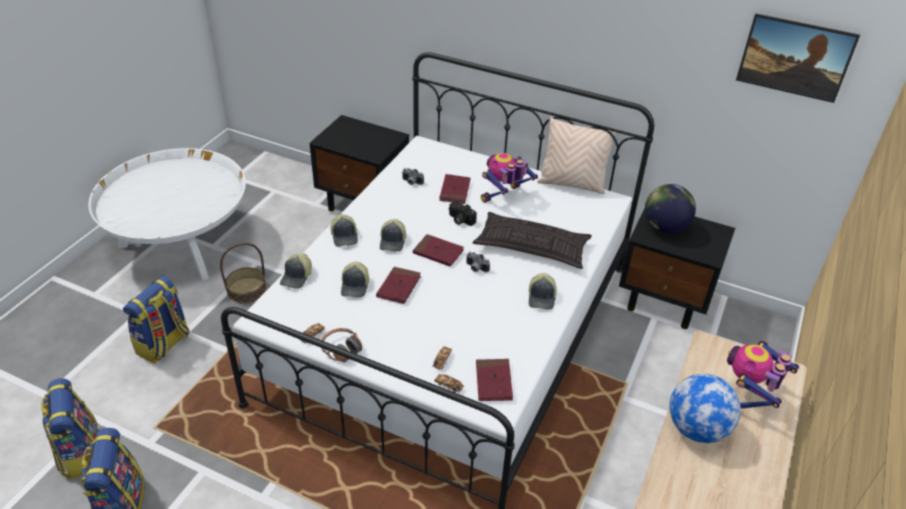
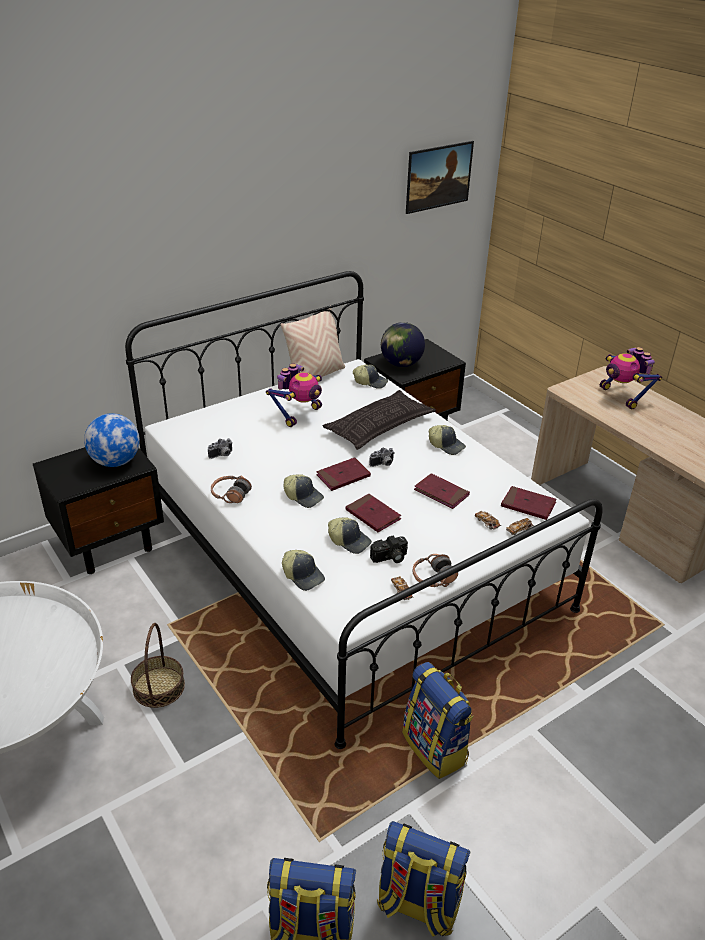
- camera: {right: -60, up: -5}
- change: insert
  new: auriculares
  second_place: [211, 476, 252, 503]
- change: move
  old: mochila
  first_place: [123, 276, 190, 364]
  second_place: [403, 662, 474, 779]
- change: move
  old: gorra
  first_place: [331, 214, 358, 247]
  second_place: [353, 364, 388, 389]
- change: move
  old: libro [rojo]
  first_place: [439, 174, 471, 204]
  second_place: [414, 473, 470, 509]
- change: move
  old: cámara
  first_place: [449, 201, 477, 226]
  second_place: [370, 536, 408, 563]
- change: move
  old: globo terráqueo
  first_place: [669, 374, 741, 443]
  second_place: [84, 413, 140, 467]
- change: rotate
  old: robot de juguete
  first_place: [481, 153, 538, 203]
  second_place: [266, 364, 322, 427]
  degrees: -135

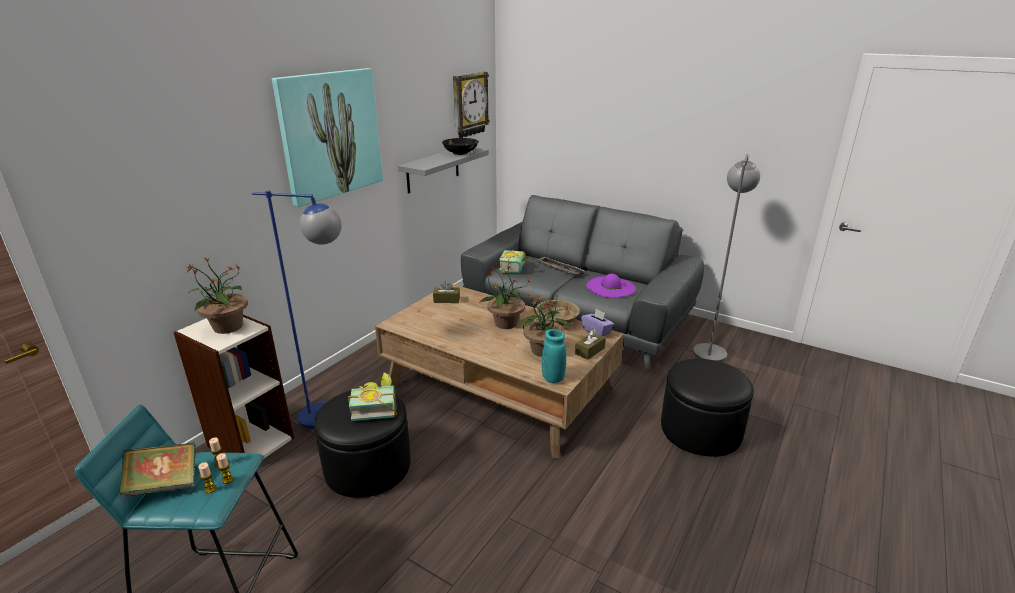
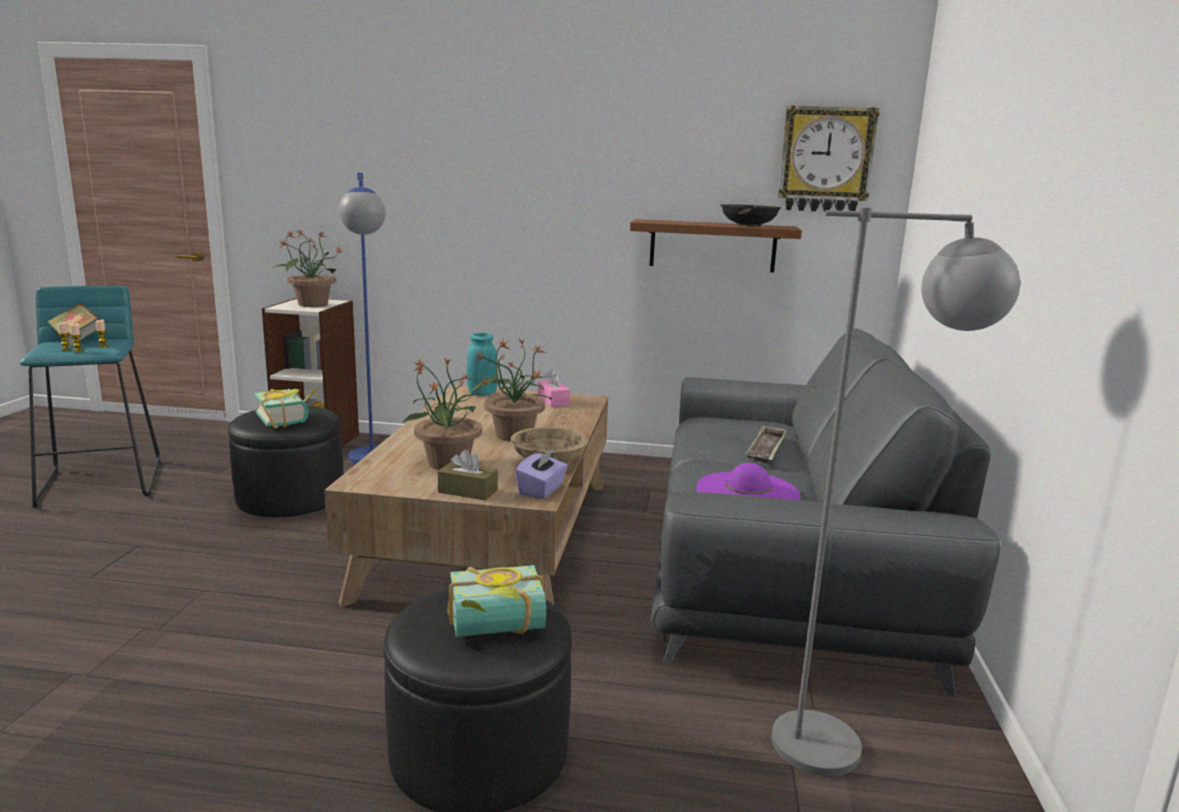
- camera: {right: 65, up: -10}
- change: delete
  old: cuadro
  first_place: [272, 68, 383, 207]
- change: move
  old: libro
  first_place: [499, 250, 530, 273]
  second_place: [447, 565, 546, 637]
- change: move
  old: florero [turquesa]
  first_place: [542, 329, 566, 383]
  second_place: [466, 333, 498, 396]
- change: recolor
  old: estante [gris]
  new: estante [marrón]
  first_place: [398, 148, 489, 194]
  second_place: [630, 219, 802, 272]
- change: recolor
  old: caja de pañuelos [marrón]
  new: caja de pañuelos [rosa]
  first_place: [433, 281, 460, 303]
  second_place: [538, 370, 570, 407]

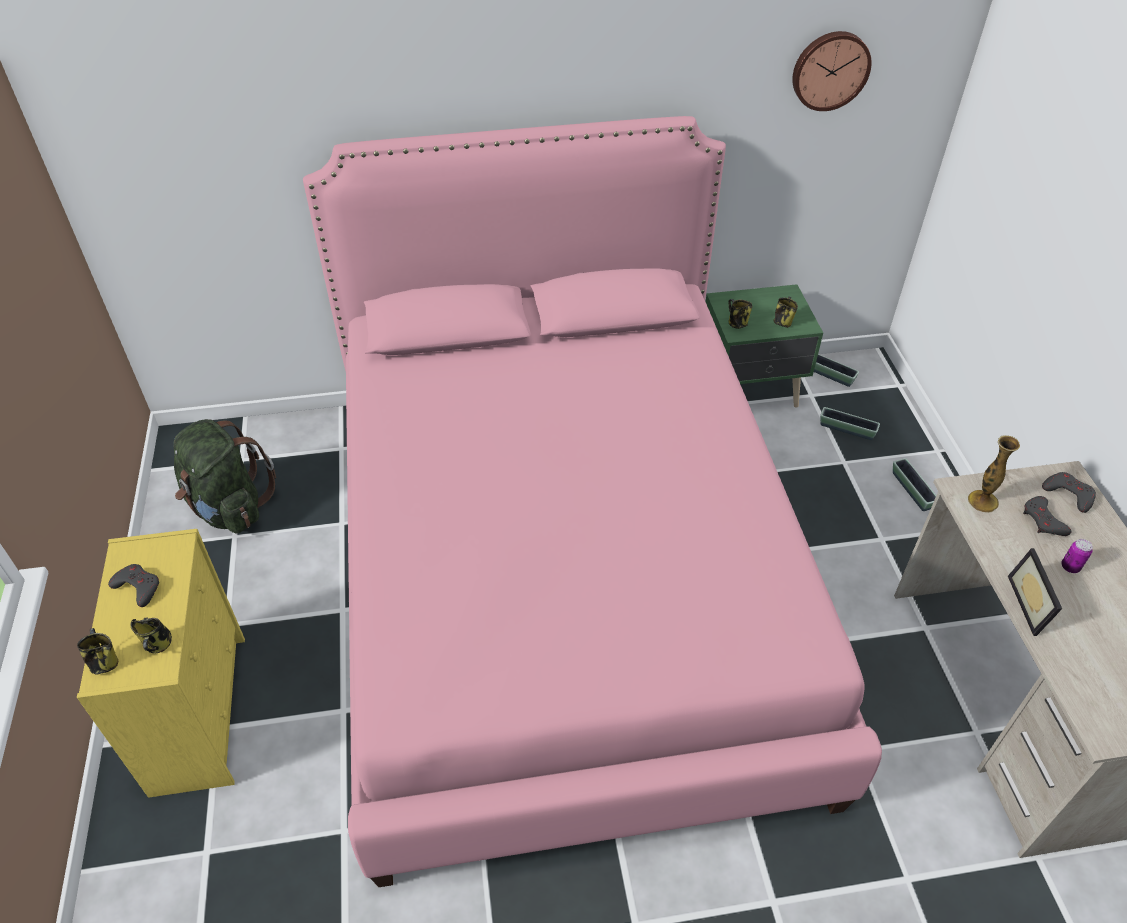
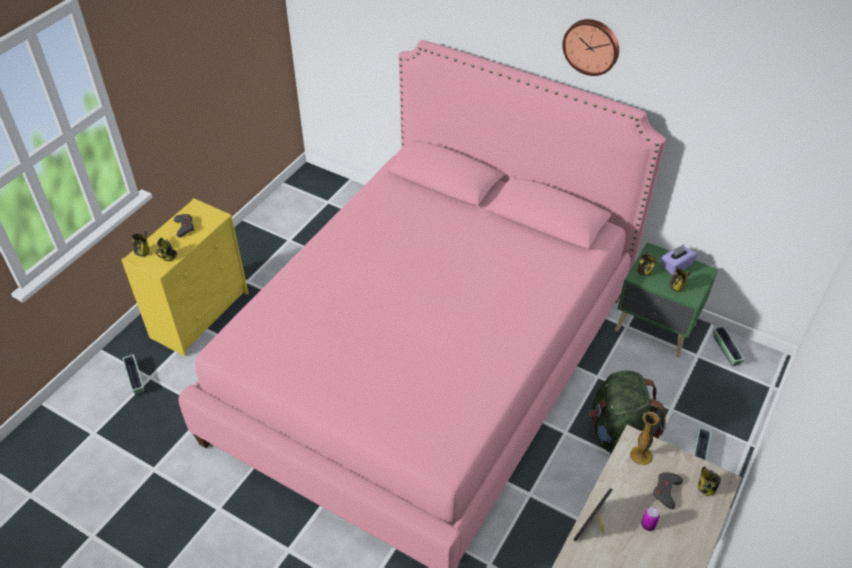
- camera: {right: 40, up: 0}
- change: insert
  new: caja de pañuelos [morado]
  second_place: [661, 244, 698, 275]
- change: move
  old: mochila [verde]
  first_place: [174, 419, 276, 534]
  second_place: [589, 371, 666, 455]
- change: move
  old: reloj de pared
  first_place: [792, 31, 872, 111]
  second_place: [562, 19, 619, 76]
- change: move
  old: maceta
  first_place: [820, 407, 880, 440]
  second_place: [123, 354, 144, 395]
- change: replace
  old: mando de consola [gris]
  new: taza grande
  first_place: [1042, 472, 1096, 513]
  second_place: [698, 466, 721, 496]

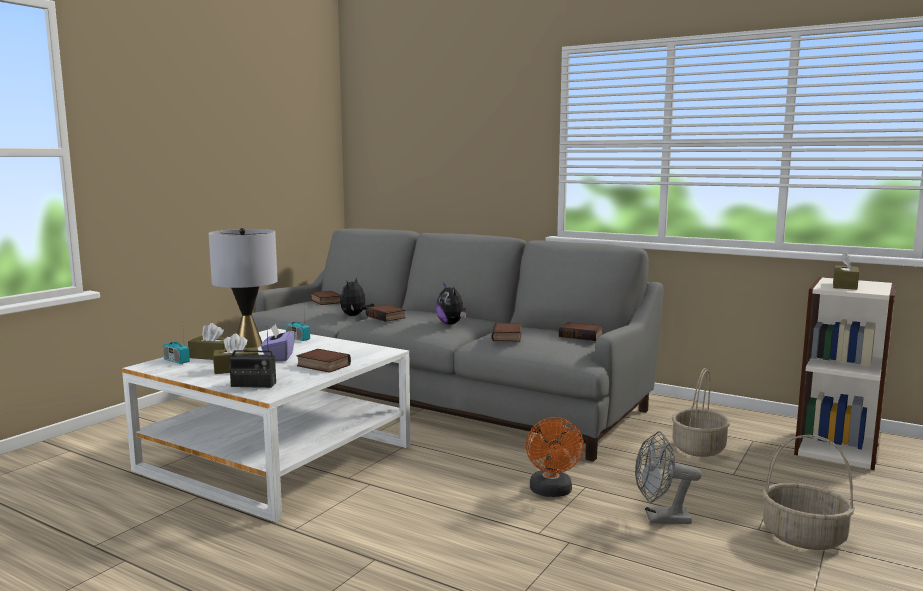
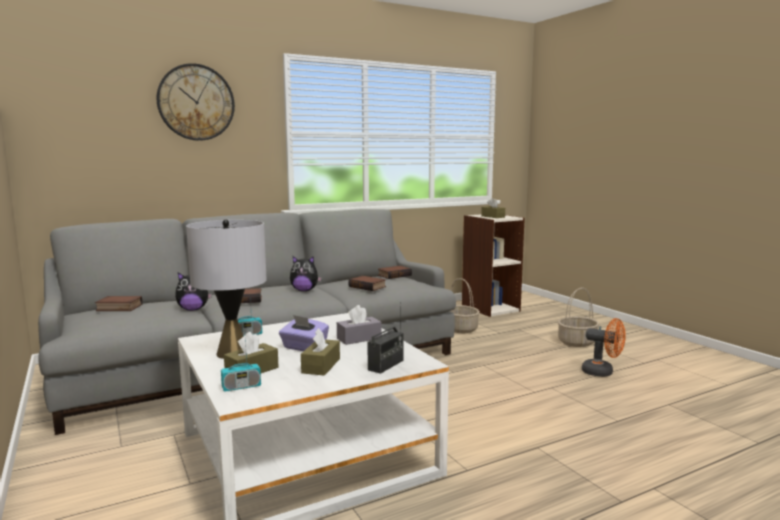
- camera: {right: -60, up: 0}
- change: delete
  old: ventilador [gris]
  first_place: [635, 431, 702, 524]
- change: insert
  new: reloj de pared
  second_place: [156, 63, 235, 141]
- change: move
  old: ventilador [naranja]
  first_place: [526, 417, 584, 497]
  second_place: [582, 318, 626, 377]
- change: replace
  old: libro
  new: caja de pañuelos [gris]
  first_place: [297, 349, 351, 373]
  second_place: [337, 305, 382, 345]
- change: rotate
  old: peluche
  first_place: [340, 278, 374, 316]
  second_place: [175, 273, 212, 311]
  degrees: -60

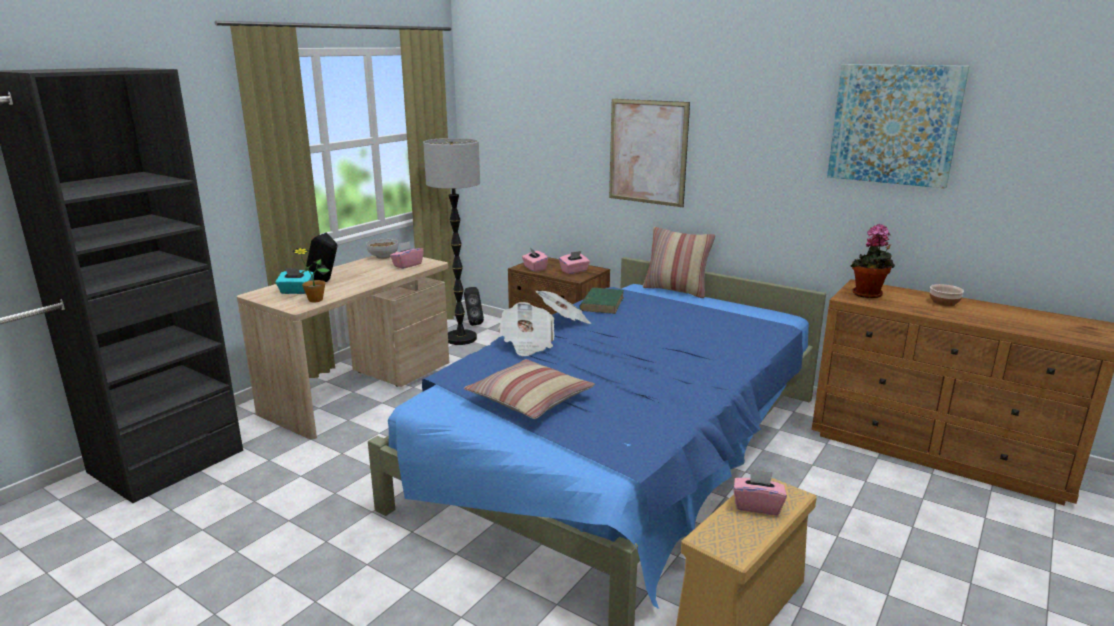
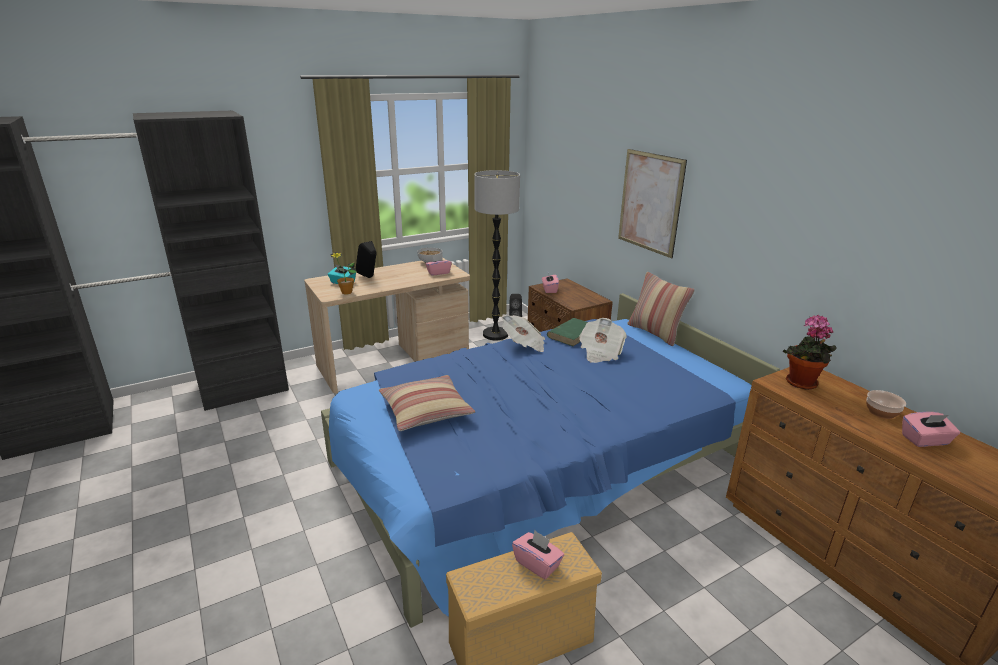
- camera: {right: 25, up: 5}
- change: delete
  old: cuadro
  first_place: [827, 64, 970, 189]
- change: move
  old: periódico
  first_place: [498, 302, 554, 356]
  second_place: [579, 318, 627, 363]
- change: move
  old: caja de pañuelos [rosa]
  first_place: [559, 251, 590, 274]
  second_place: [902, 412, 960, 447]

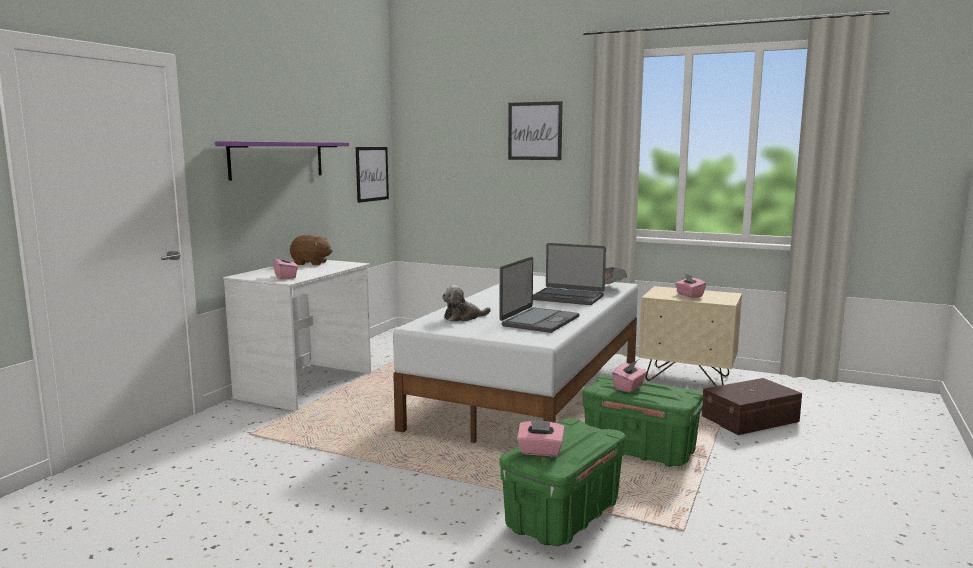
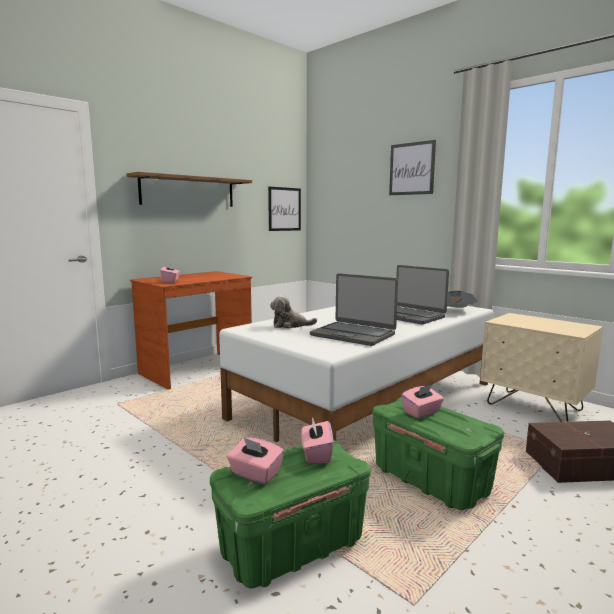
- camera: {right: 20, up: 0}
- change: delete
  old: peluche [marrón]
  first_place: [290, 235, 332, 265]
- change: move
  old: caja de pañuelos [rosa]
  first_place: [675, 274, 706, 298]
  second_place: [301, 416, 333, 463]
- change: recolor
  old: estante [morado]
  new: estante [marrón]
  first_place: [215, 141, 349, 181]
  second_place: [126, 172, 252, 207]
- change: recolor
  old: escritorio [blanco]
  new: escritorio [marrón]
  first_place: [223, 260, 371, 411]
  second_place: [130, 271, 252, 389]
- change: rotate
  old: portátil
  first_place: [500, 257, 580, 333]
  second_place: [310, 273, 398, 346]
  degrees: 75

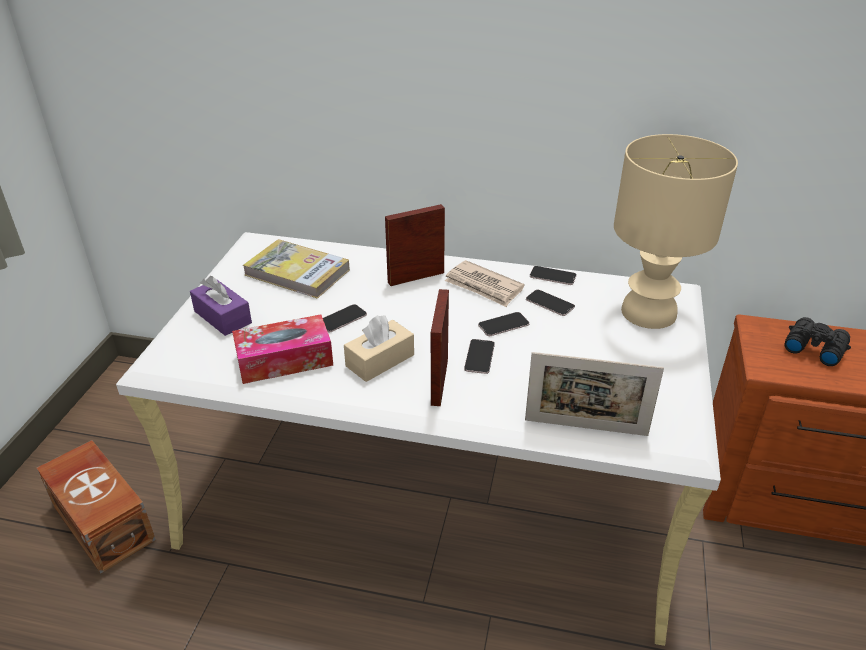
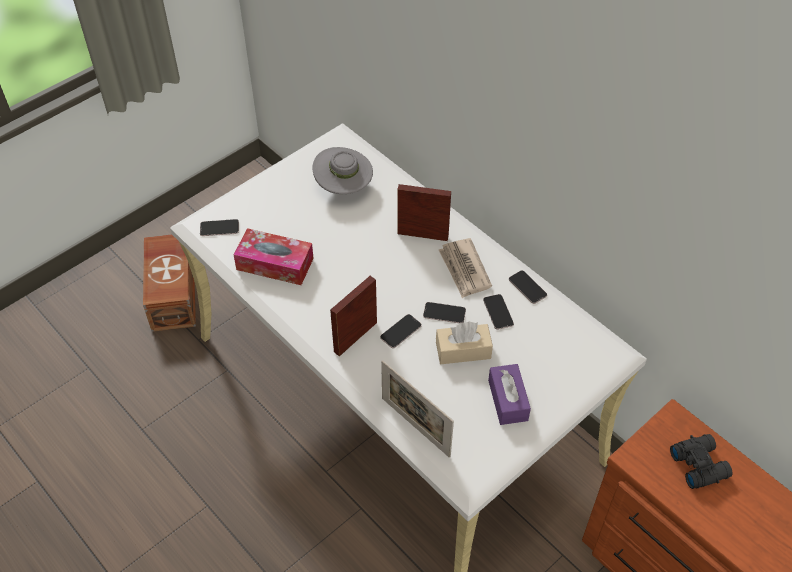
- camera: {right: 35, up: 15}
- change: delete
  old: lámpara de mesa [beis]
  first_place: [614, 134, 738, 329]
- change: move
  old: caja de pañuelos [morado]
  first_place: [190, 276, 252, 336]
  second_place: [488, 364, 531, 425]
- change: move
  old: móvil
  first_place: [323, 304, 367, 333]
  second_place: [200, 219, 239, 236]
- change: move
  old: caja de pañuelos [beis]
  first_place: [344, 315, 414, 382]
  second_place: [436, 322, 493, 364]
- change: replace
  old: libro
  new: sombrero [gris]
  first_place: [243, 239, 350, 299]
  second_place: [313, 147, 373, 194]

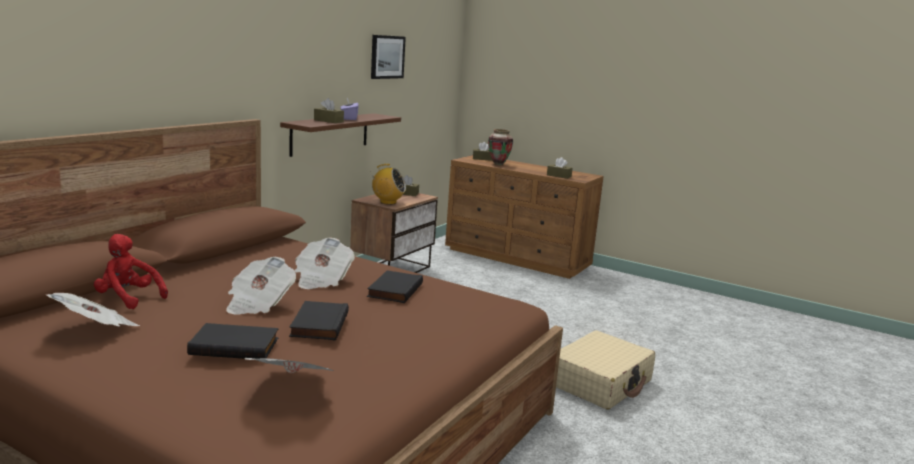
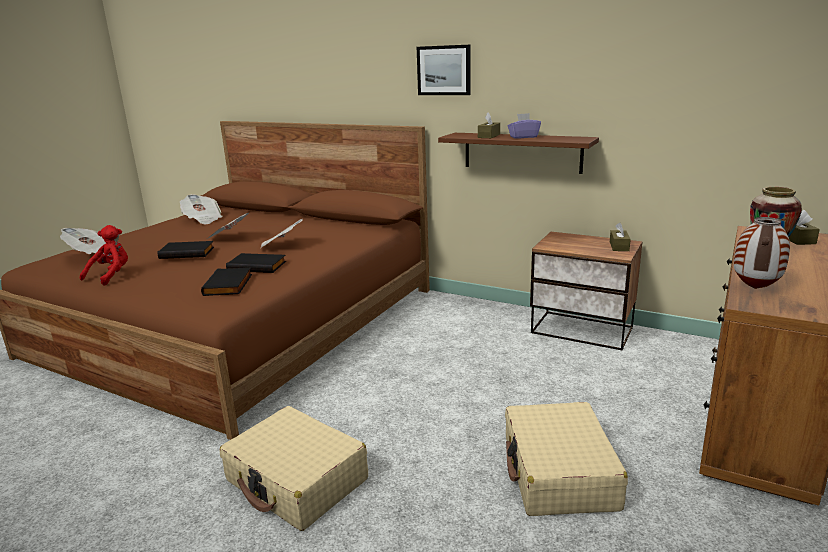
- camera: {right: 90, up: 5}
- change: delete
  old: radio
  first_place: [372, 164, 406, 205]
- change: insert
  new: maleta [beis]
  second_place: [505, 402, 628, 516]
- change: move
  old: peluche [rojo]
  first_place: [94, 234, 168, 309]
  second_place: [80, 225, 128, 286]
- change: move
  old: libro [negro]
  first_place: [187, 323, 279, 359]
  second_place: [201, 268, 252, 296]
- change: move
  old: cuadro
  first_place: [371, 35, 406, 79]
  second_place: [417, 45, 471, 95]
- change: replace
  old: caja de pañuelos [marrón]
  new: florero
  first_place: [547, 157, 573, 179]
  second_place: [734, 217, 790, 289]

